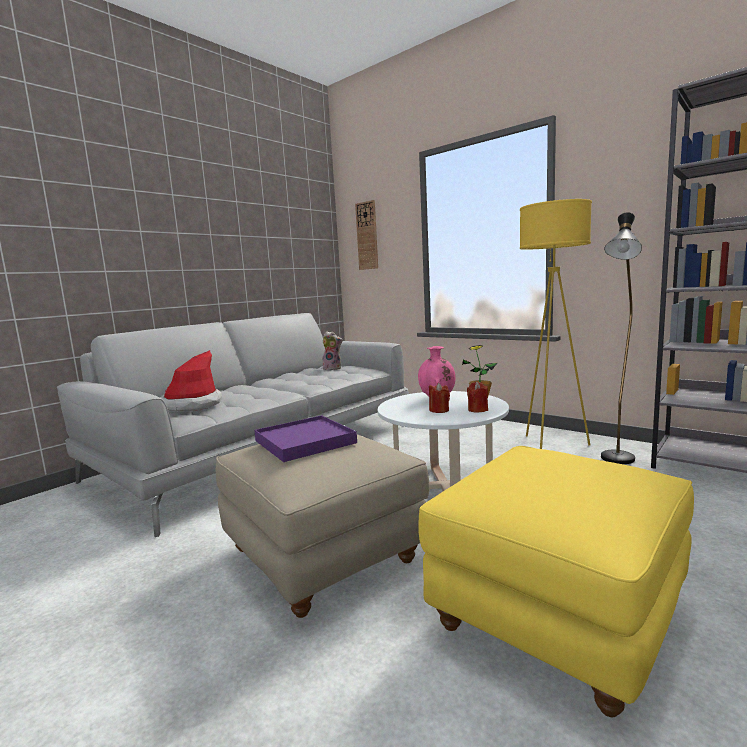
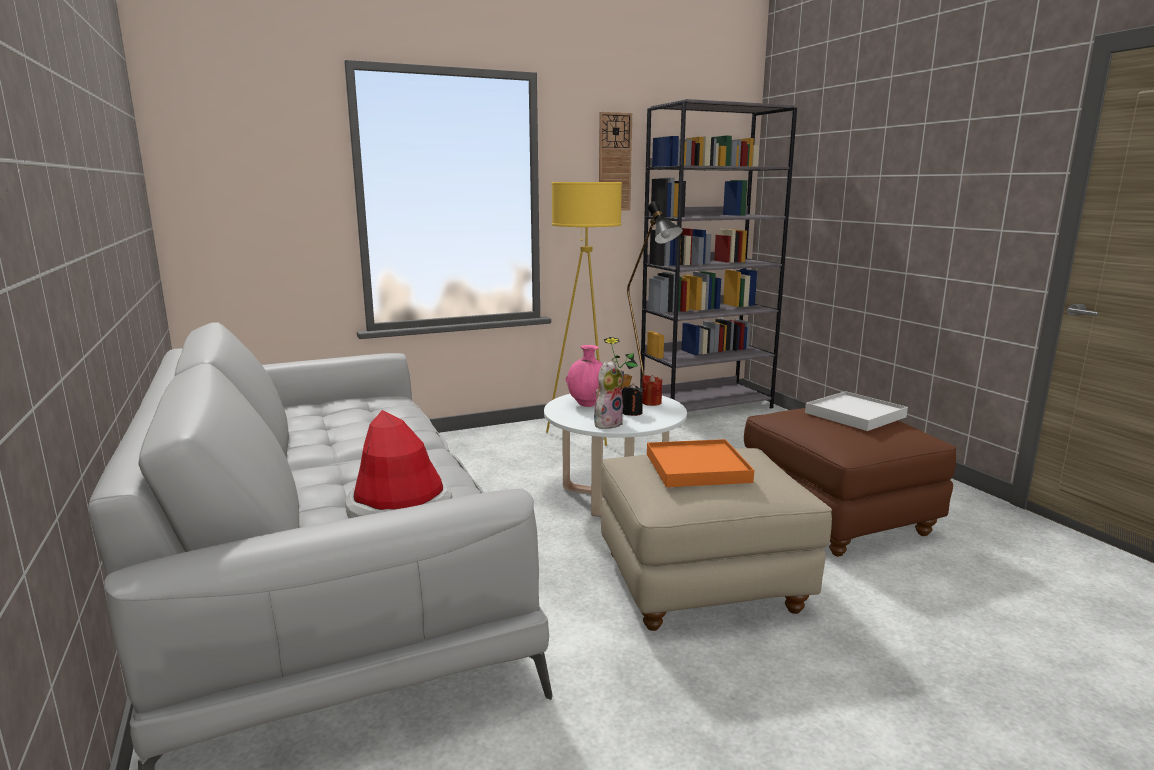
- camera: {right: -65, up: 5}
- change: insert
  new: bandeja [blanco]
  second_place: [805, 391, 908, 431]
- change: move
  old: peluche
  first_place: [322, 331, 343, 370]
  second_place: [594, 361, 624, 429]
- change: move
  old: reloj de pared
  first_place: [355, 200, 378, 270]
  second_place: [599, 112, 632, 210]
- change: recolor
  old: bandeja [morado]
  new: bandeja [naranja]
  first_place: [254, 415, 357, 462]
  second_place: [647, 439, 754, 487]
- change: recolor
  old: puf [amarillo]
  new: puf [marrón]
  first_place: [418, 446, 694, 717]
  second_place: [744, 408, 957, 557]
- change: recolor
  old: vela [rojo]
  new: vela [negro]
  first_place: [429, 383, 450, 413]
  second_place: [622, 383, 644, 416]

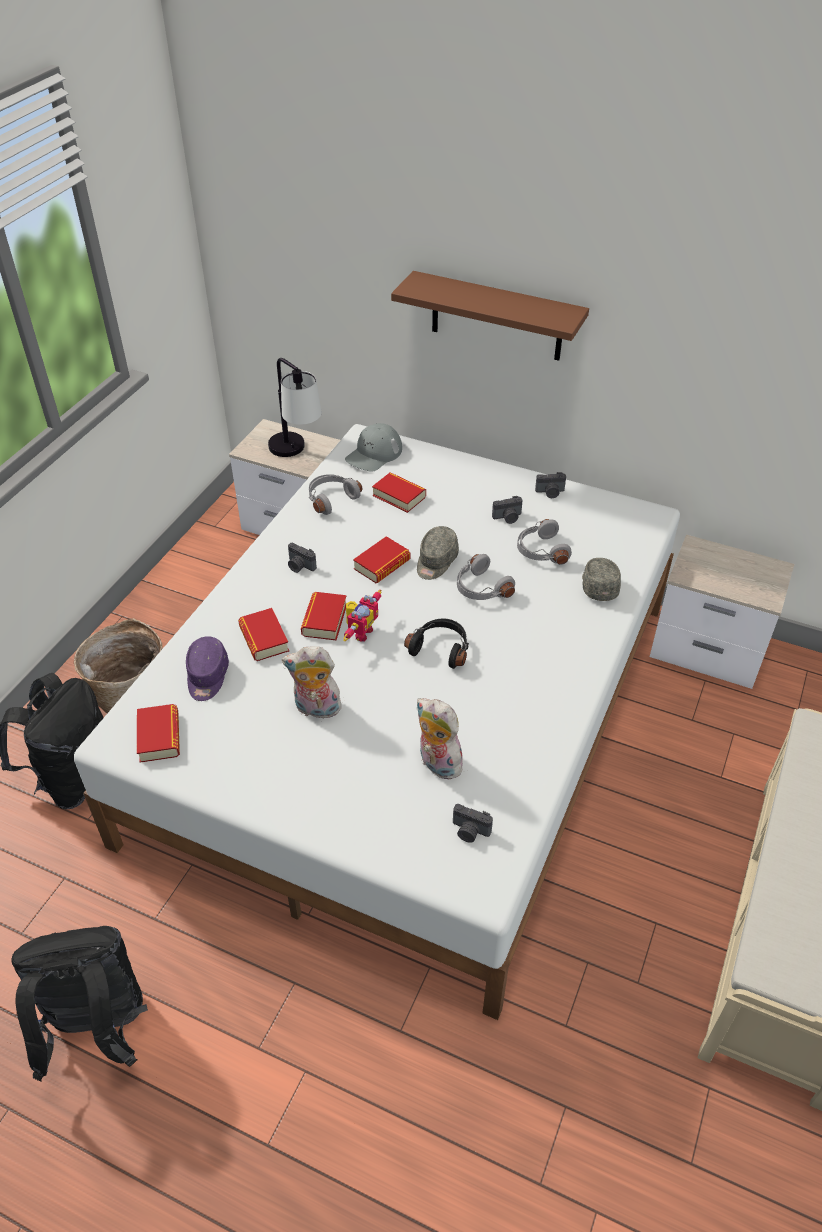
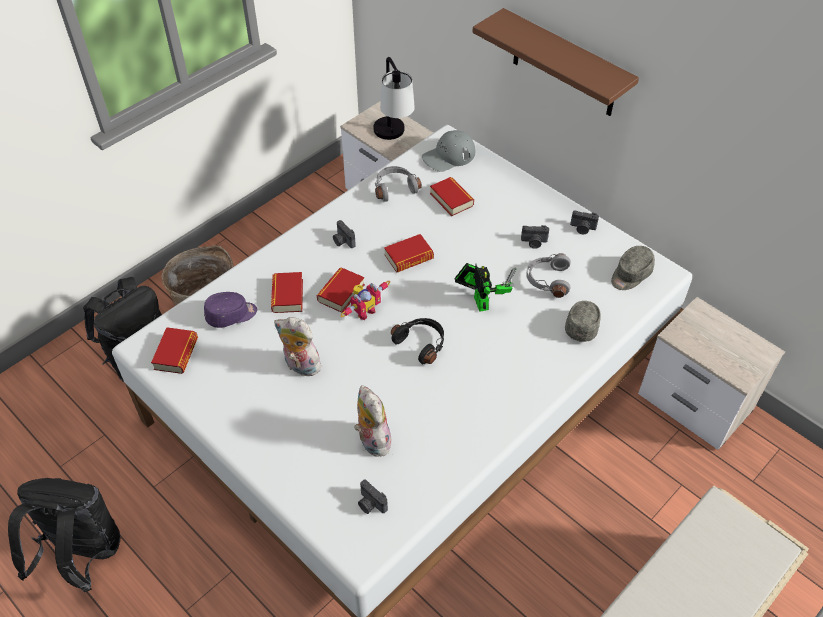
- camera: {right: 20, up: 5}
- change: move
  old: gorra [gris]
  first_place: [417, 526, 459, 580]
  second_place: [611, 246, 655, 290]
- change: replace
  old: auriculares [gris]
  new: robot de juguete
  first_place: [457, 554, 515, 600]
  second_place: [454, 263, 517, 312]
- change: rotate
  old: gorra [morado]
  first_place: [186, 636, 229, 701]
  second_place: [204, 292, 257, 328]
  degrees: -135

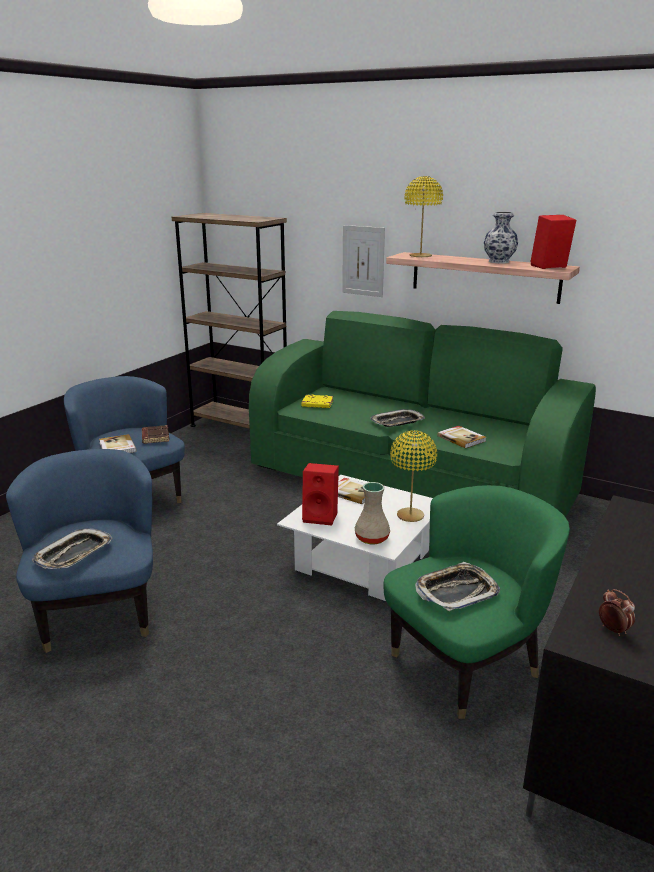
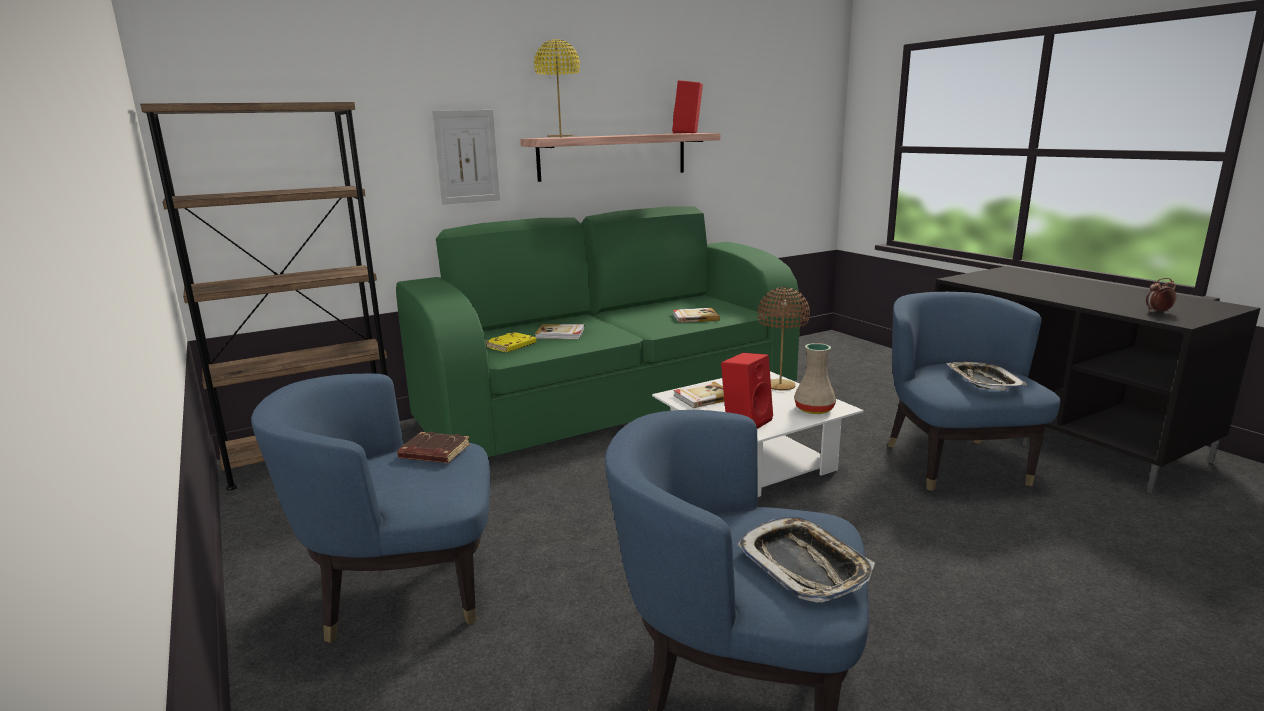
- camera: {right: -60, up: -5}
- change: delete
  old: bandeja
  first_place: [370, 409, 425, 427]
- change: delete
  old: florero
  first_place: [484, 212, 518, 264]
- change: move
  old: libro
  first_place: [99, 434, 137, 453]
  second_place: [535, 324, 585, 339]
- change: recolor
  old: sillón [verde]
  new: sillón [azul]
  first_place: [383, 485, 570, 719]
  second_place: [888, 292, 1061, 491]
- change: recolor
  old: lámpara de mesa [amarillo]
  new: lámpara de mesa [marrón]
  first_place: [390, 430, 437, 522]
  second_place: [757, 287, 810, 391]

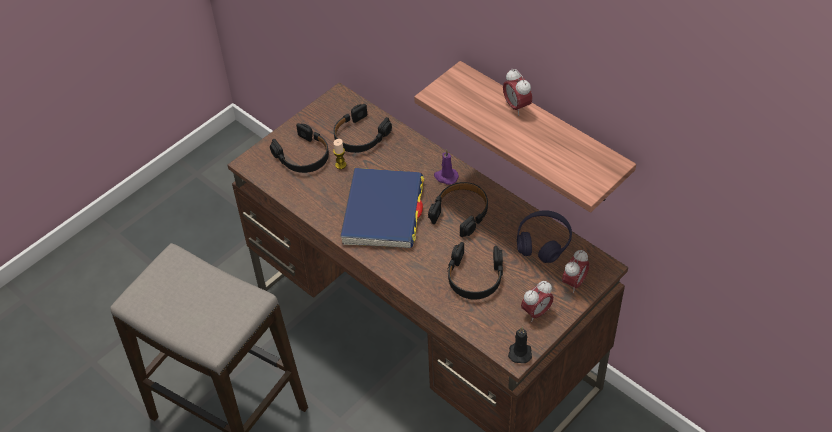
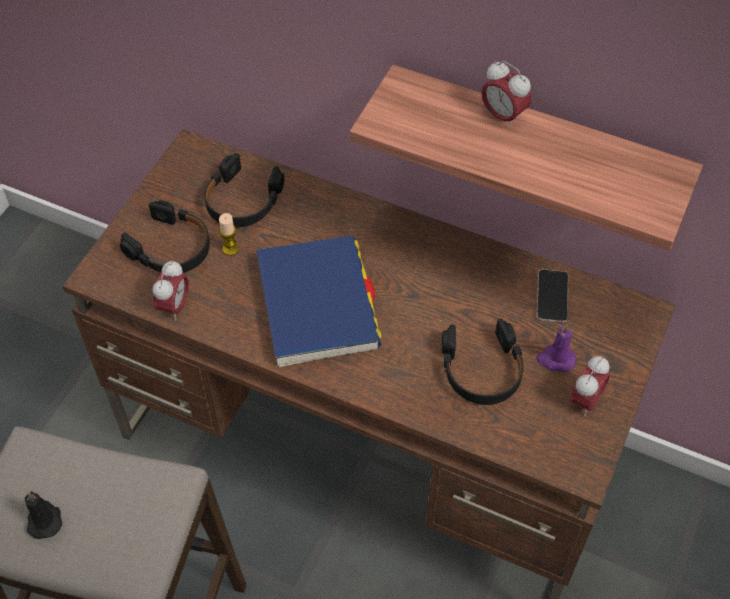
- camera: {right: -20, up: 5}
- change: delete
  old: auriculares [negro]
  first_place: [428, 182, 488, 237]
- change: move
  old: vela [morado]
  first_place: [434, 149, 459, 185]
  second_place: [536, 324, 576, 372]
- change: move
  old: vela [negro]
  first_place: [508, 327, 532, 363]
  second_place: [25, 491, 63, 539]
- change: move
  old: despertador
  first_place: [562, 250, 590, 293]
  second_place: [153, 260, 189, 321]
- change: replace
  old: auriculares [morado]
  new: móvil
  first_place: [517, 210, 572, 263]
  second_place: [537, 269, 568, 322]

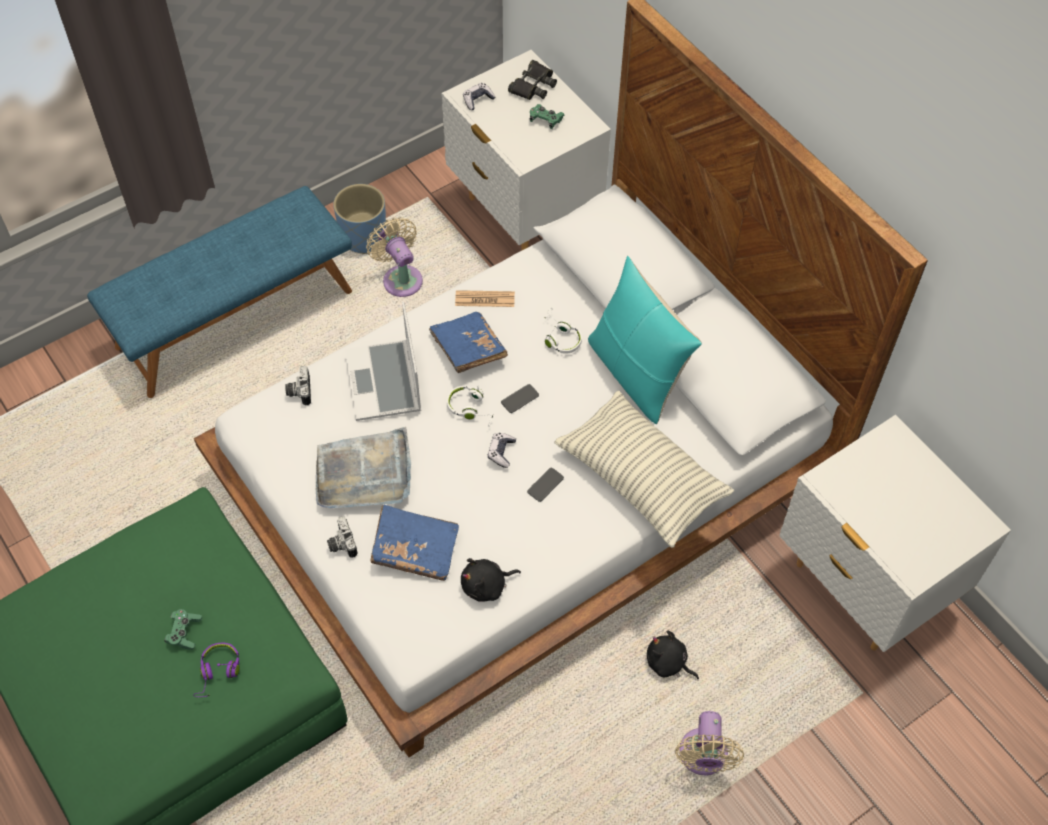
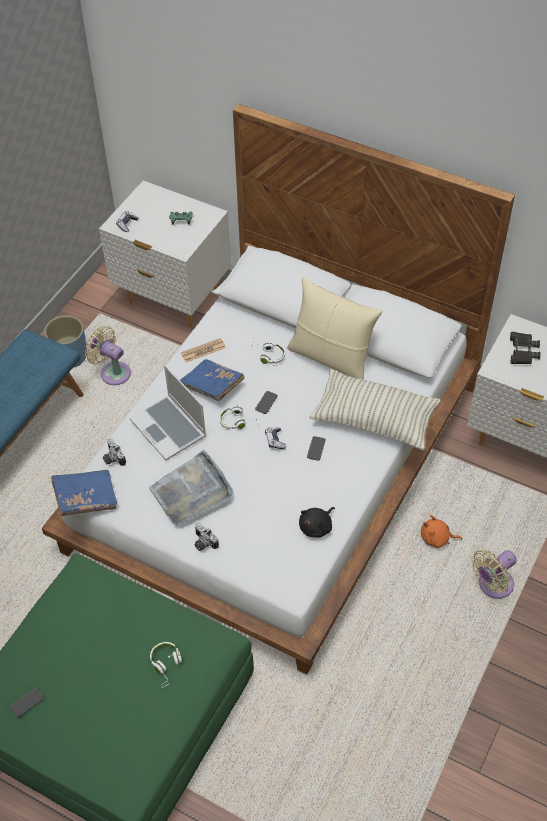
- camera: {right: -25, up: -5}
- change: delete
  old: mando de consola [verde]
  first_place: [164, 609, 202, 650]
- change: insert
  new: móvil
  second_place: [10, 688, 44, 717]
- change: move
  old: libro [azul]
  first_place: [370, 505, 459, 581]
  second_place: [51, 470, 117, 516]
- change: move
  old: prismáticos [negro]
  first_place: [508, 60, 557, 100]
  second_place: [510, 332, 541, 364]
- change: recolor
  old: auriculares [morado]
  new: auriculares [blanco]
  first_place: [193, 643, 239, 697]
  second_place: [150, 642, 182, 687]
- change: recolor
  old: cojín [turquesa]
  new: cojín [beis]
  first_place: [588, 256, 702, 424]
  second_place: [287, 277, 382, 379]
- change: recolor
  old: peluche [negro]
  new: peluche [naranja]
  first_place: [647, 630, 699, 679]
  second_place: [421, 515, 462, 548]
- change: rotate
  old: ventilador [beis]
  first_place: [675, 711, 744, 775]
  second_place: [472, 549, 517, 599]
  degrees: 75

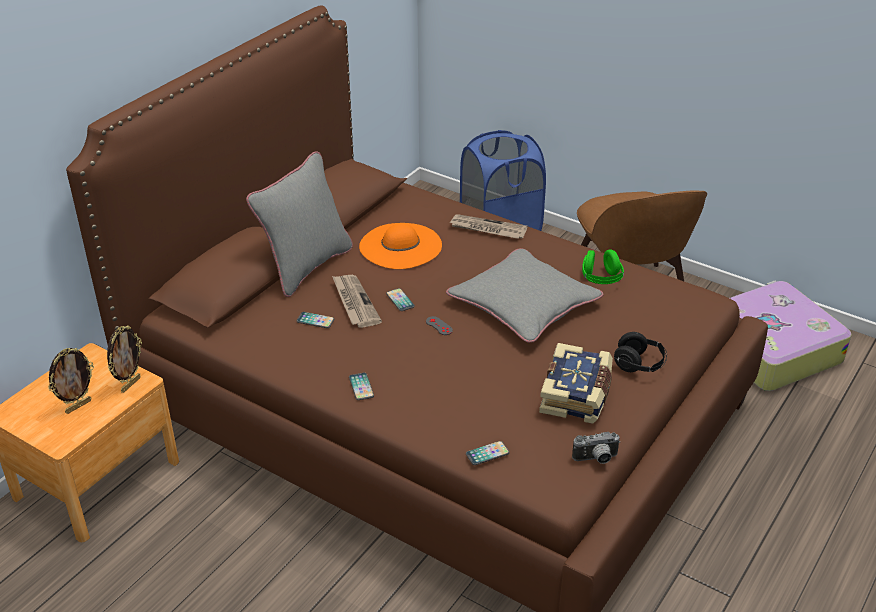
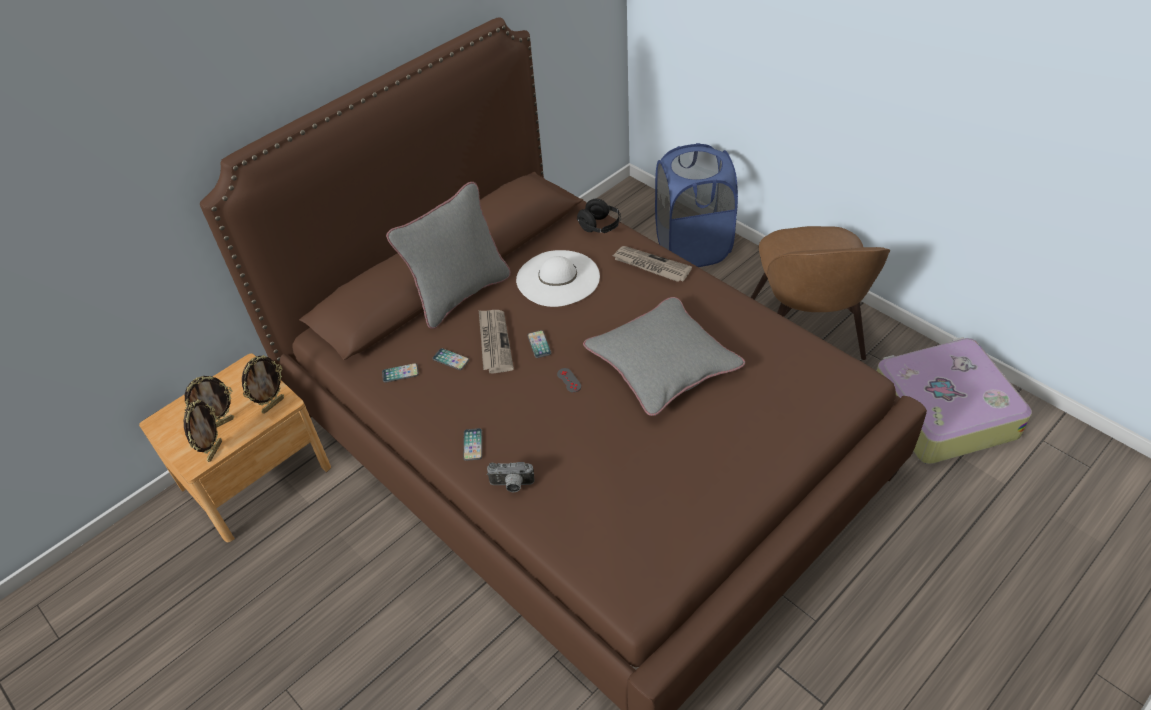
- camera: {right: 15, up: 10}
- change: delete
  old: libro
  first_place: [539, 343, 613, 424]
- change: delete
  old: auriculares [verde]
  first_place: [582, 249, 624, 284]
- change: insert
  new: portarretratos
  second_place: [184, 399, 222, 462]
- change: move
  old: móvil
  first_place: [466, 441, 510, 465]
  second_place: [382, 363, 419, 383]
- change: move
  old: cámara
  first_place: [572, 432, 620, 464]
  second_place: [487, 462, 535, 493]
- change: move
  old: auriculares [negro]
  first_place: [614, 332, 667, 372]
  second_place: [577, 199, 621, 233]
- change: recolor
  old: sombrero [naranja]
  new: sombrero [blanco]
  first_place: [359, 223, 442, 269]
  second_place: [516, 250, 600, 307]

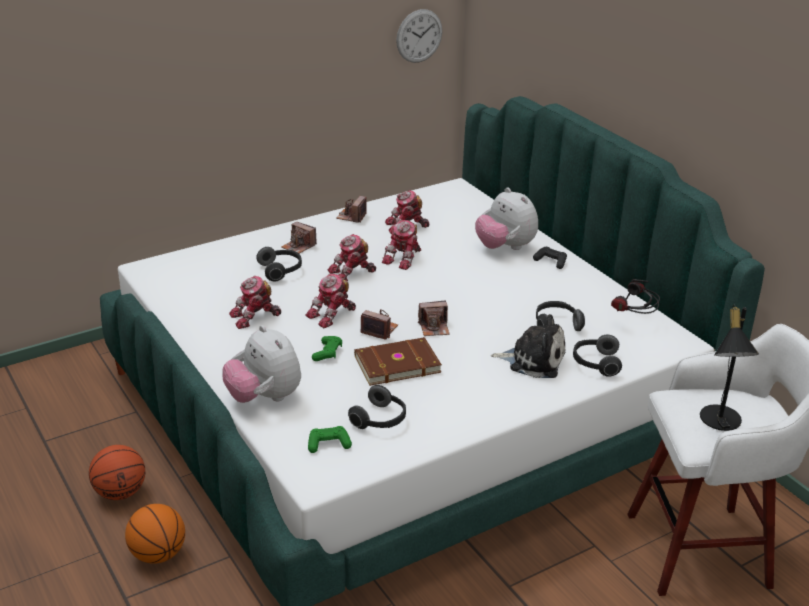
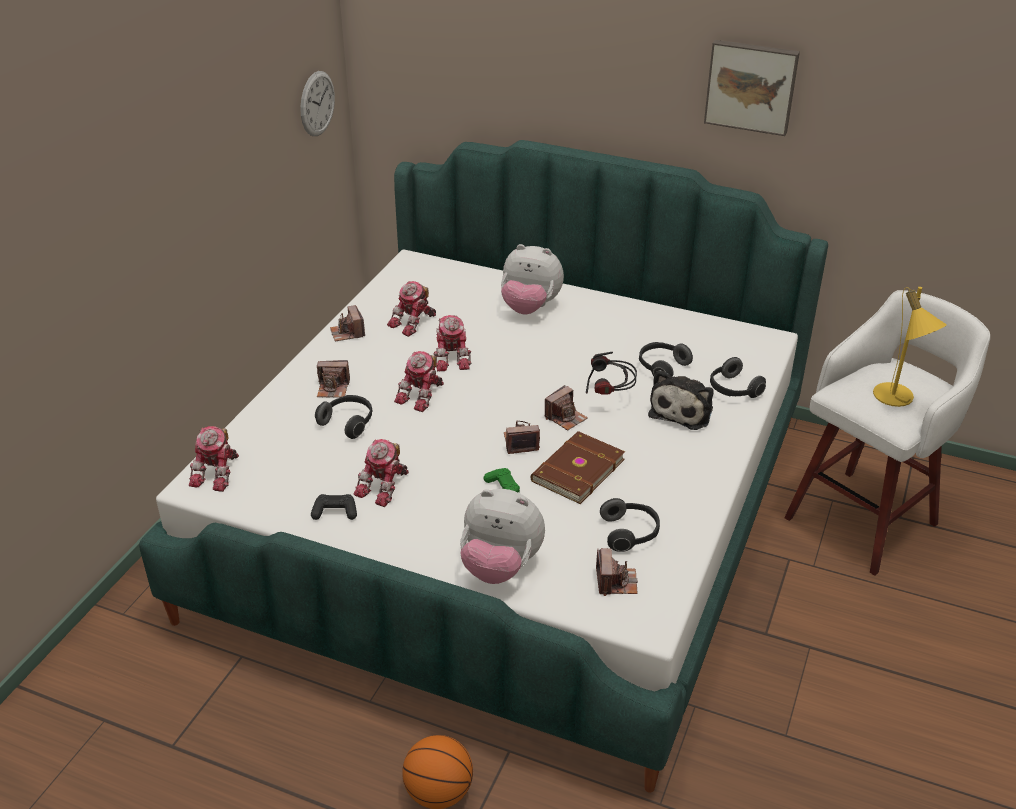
- camera: {right: -35, up: 5}
- change: delete
  old: balón de baloncesto
  first_place: [89, 445, 145, 500]
- change: insert
  new: cuadro
  second_place: [704, 40, 800, 136]
- change: move
  old: robot de juguete
  first_place: [305, 273, 356, 328]
  second_place: [189, 426, 239, 492]
- change: move
  old: mando de consola [negro]
  first_place: [533, 247, 567, 269]
  second_place: [311, 494, 357, 520]
- change: move
  old: auriculares
  first_place: [611, 279, 660, 314]
  second_place: [586, 352, 637, 395]
- change: replace
  old: mando de consola [verde]
  new: cámara
  first_place: [308, 426, 352, 453]
  second_place: [596, 548, 638, 596]
- change: recolor
  old: lámpara de mesa [negro]
  new: lámpara de mesa [amarillo]
  first_place: [700, 304, 759, 431]
  second_place: [873, 287, 947, 407]
- change: rotate
  old: peluche
  first_place: [491, 314, 565, 378]
  second_place: [648, 370, 714, 430]
  degrees: 135

